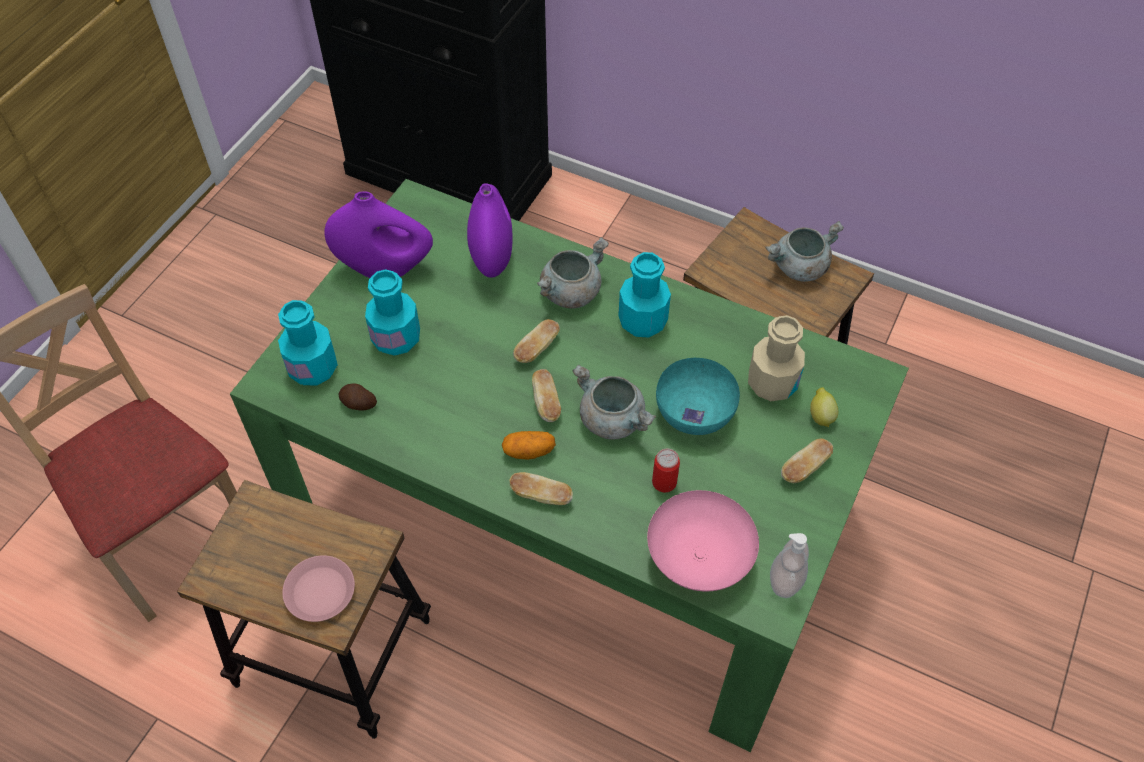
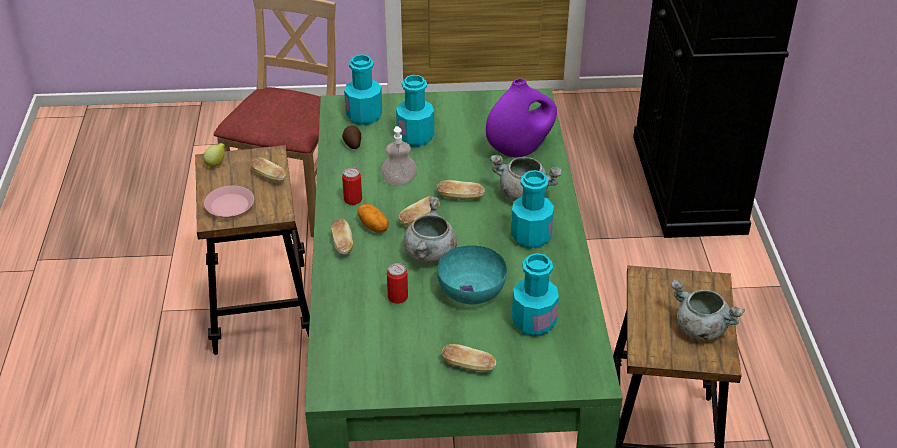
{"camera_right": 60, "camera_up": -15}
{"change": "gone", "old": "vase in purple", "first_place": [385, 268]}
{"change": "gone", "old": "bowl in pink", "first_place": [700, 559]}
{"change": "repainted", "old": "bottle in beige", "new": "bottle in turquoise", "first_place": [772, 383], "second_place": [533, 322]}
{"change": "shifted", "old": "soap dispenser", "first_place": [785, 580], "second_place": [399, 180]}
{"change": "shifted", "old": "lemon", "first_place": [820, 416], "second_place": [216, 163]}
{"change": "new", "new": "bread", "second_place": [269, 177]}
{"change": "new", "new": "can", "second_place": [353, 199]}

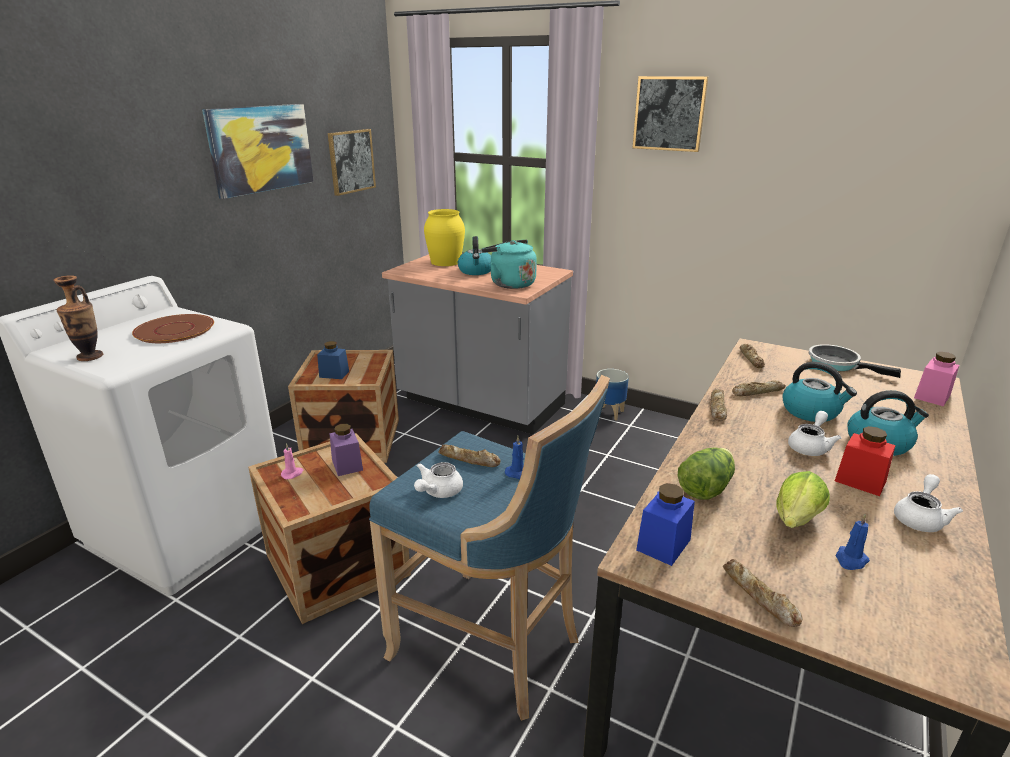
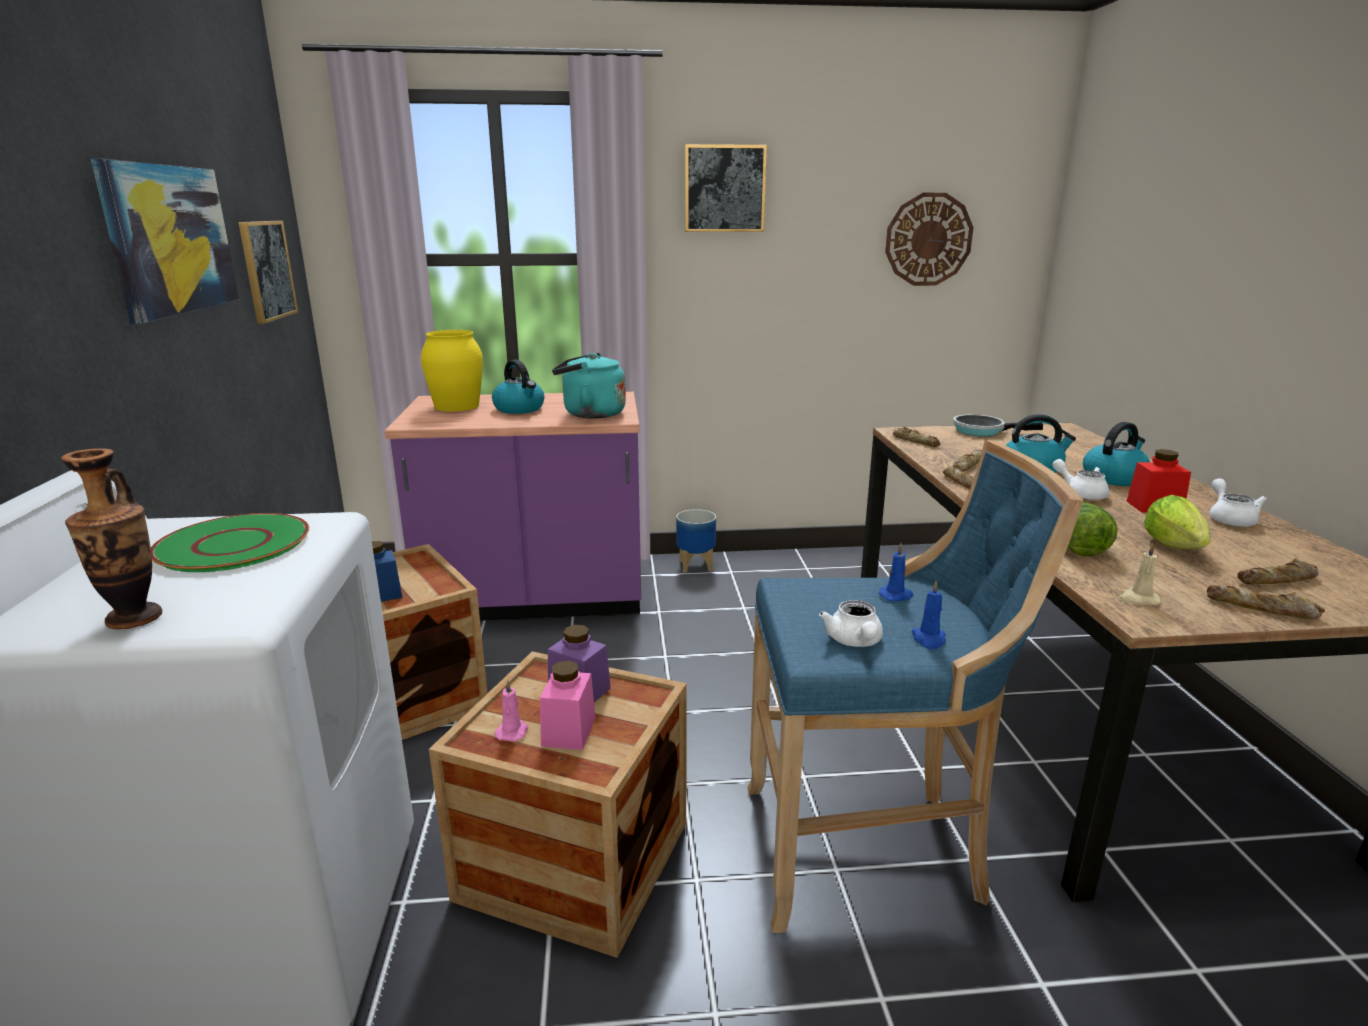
{"camera_right": -35, "camera_up": -5}
{"change": "repainted", "old": "plate in brown", "new": "plate in green", "first_place": [175, 330], "second_place": [234, 545]}
{"change": "repainted", "old": "counter in grey", "new": "counter in purple", "first_place": [480, 404], "second_place": [535, 601]}
{"change": "shifted", "old": "bread", "first_place": [469, 460], "second_place": [1278, 580]}
{"change": "swapped", "old": "jar in blue", "new": "candle in beige", "first_place": [663, 545], "second_place": [1138, 599]}
{"change": "rotated", "old": "teapot in white", "first_place": [810, 446], "second_place": [1080, 493], "degrees": -45}
{"change": "shifted", "old": "candle in blue", "first_place": [850, 560], "second_place": [929, 639]}
{"change": "shifted", "old": "jar in pink", "first_place": [932, 396], "second_place": [568, 731]}
{"change": "new", "new": "wall clock", "second_place": [928, 239]}

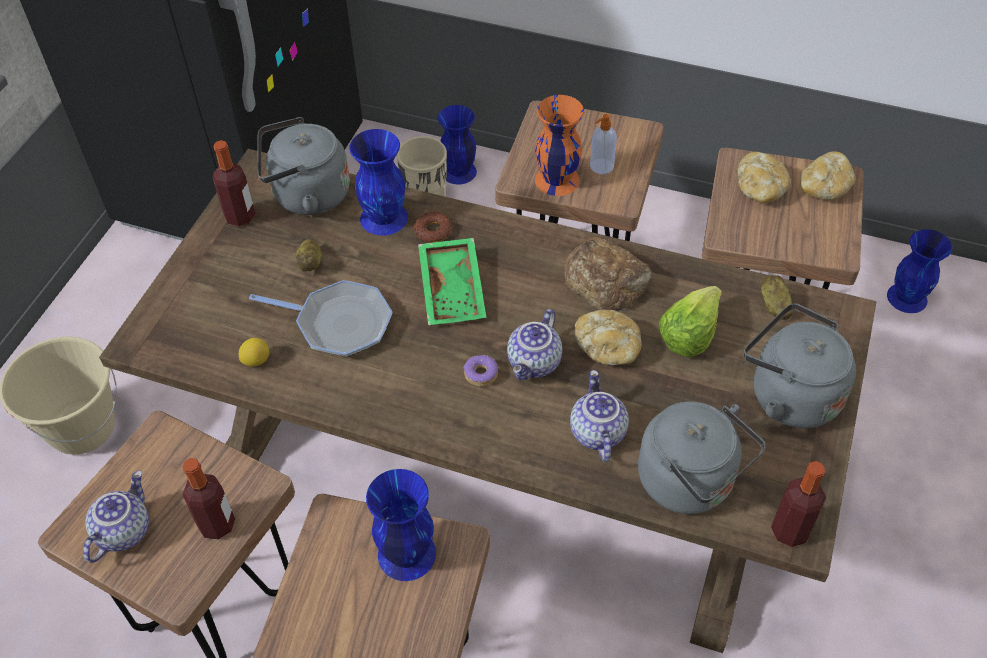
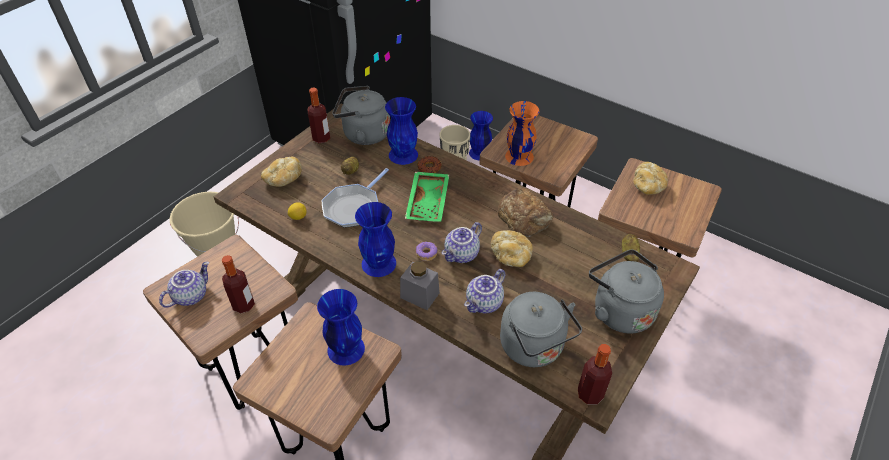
{"camera_right": 15, "camera_up": -5}
{"change": "rotated", "old": "frying pan", "first_place": [339, 324], "second_place": [353, 207], "degrees": 90}
{"change": "rotated", "old": "teapot", "first_place": [596, 432], "second_place": [484, 304], "degrees": -150}
{"change": "gone", "old": "soap dispenser", "first_place": [601, 167]}
{"change": "gone", "old": "lettuce", "first_place": [688, 334]}
{"change": "shifted", "old": "bread", "first_place": [824, 188], "second_place": [283, 179]}
{"change": "shifted", "old": "vase in blue", "first_place": [908, 298], "second_place": [379, 264]}
{"change": "new", "new": "jar in grey", "second_place": [420, 295]}

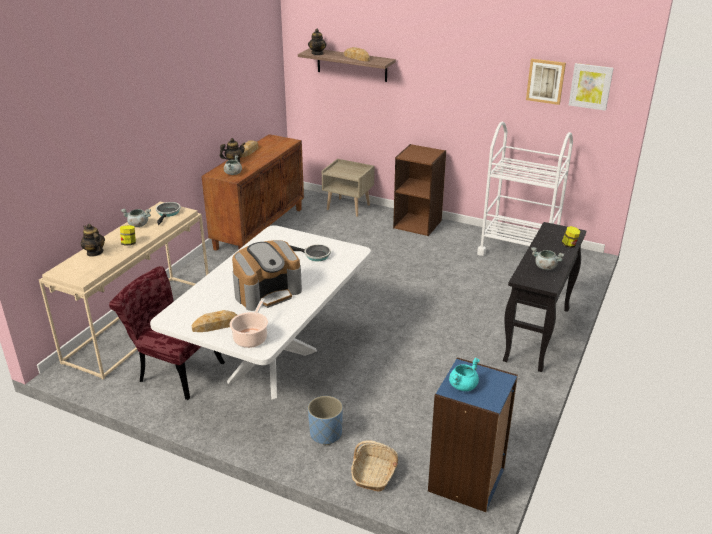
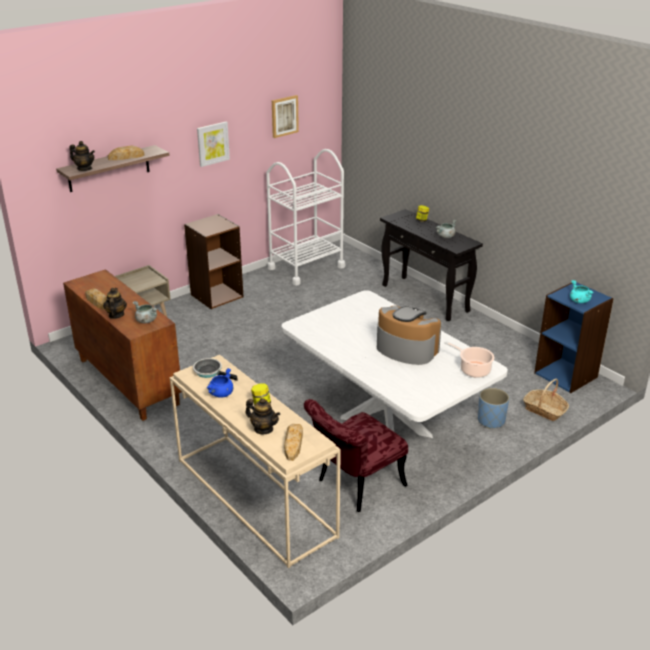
{"camera_right": -65, "camera_up": 0}
{"change": "rotated", "old": "teapot", "first_place": [94, 252], "second_place": [263, 429], "degrees": -135}
{"change": "repainted", "old": "cooking pot in grey", "new": "cooking pot in blue", "first_place": [138, 225], "second_place": [221, 394]}
{"change": "shifted", "old": "bread", "first_place": [216, 325], "second_place": [293, 444]}
{"change": "rotated", "old": "coffee machine", "first_place": [267, 292], "second_place": [406, 349], "degrees": -45}
{"change": "gone", "old": "frying pan", "first_place": [315, 255]}
{"change": "shifted", "old": "picture", "first_place": [590, 86], "second_place": [212, 143]}

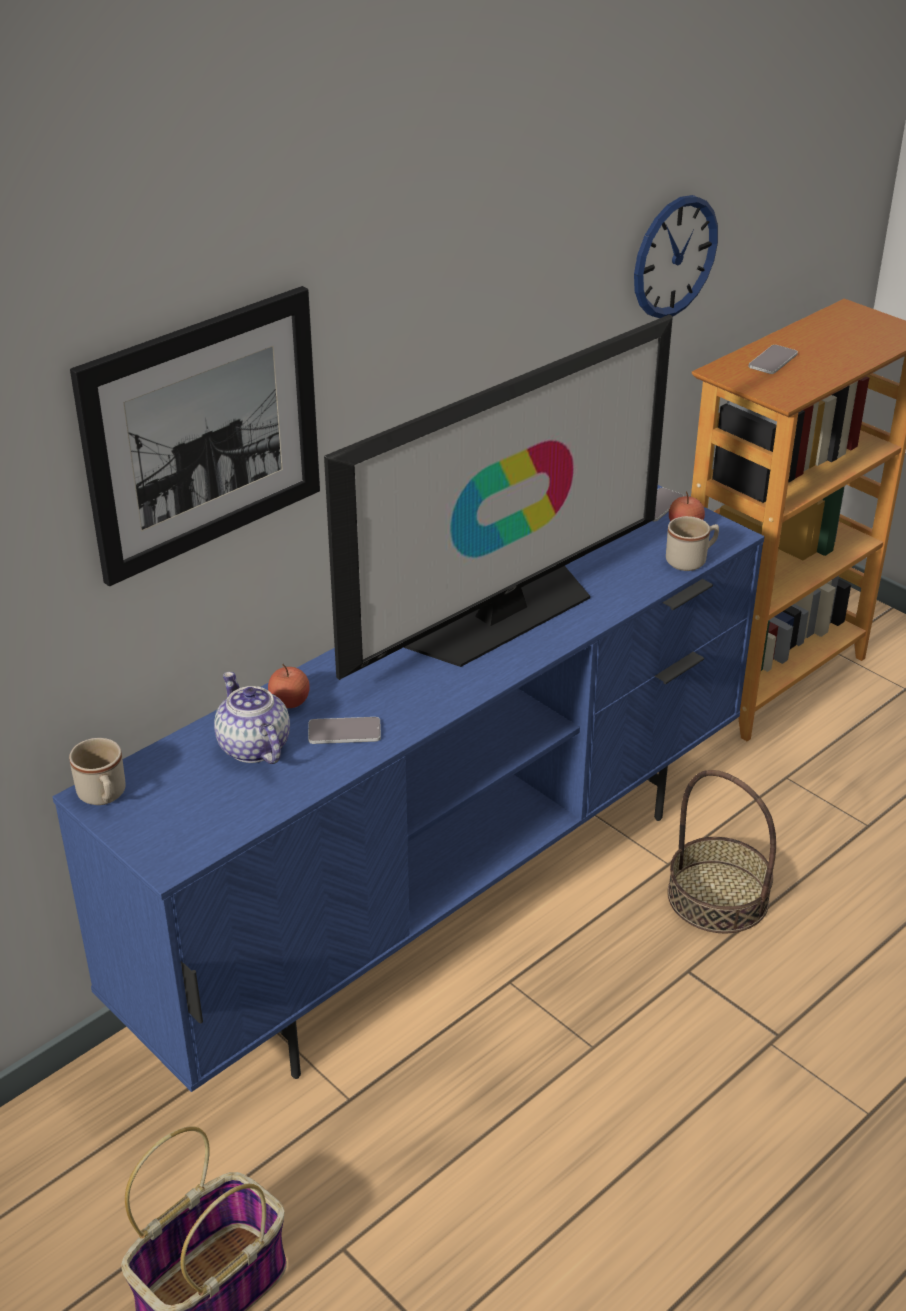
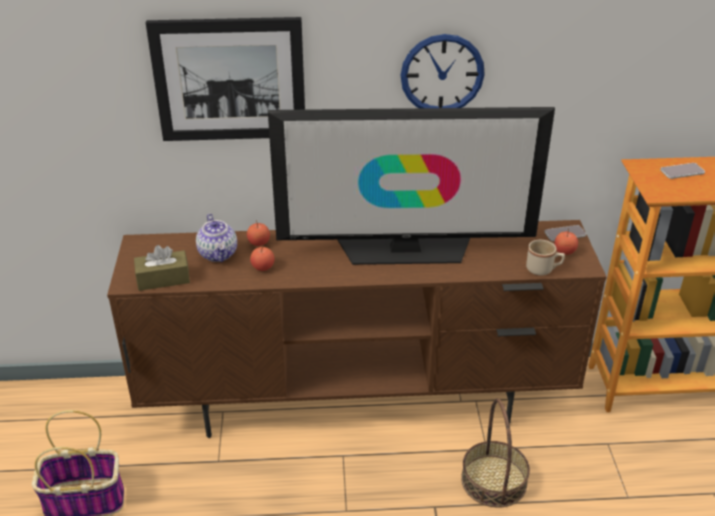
{"camera_right": 40, "camera_up": 0}
{"change": "repainted", "old": "tv stand in blue", "new": "tv stand in brown", "first_place": [451, 900], "second_place": [359, 402]}
{"change": "gone", "old": "mug in beige", "first_place": [103, 797]}
{"change": "rotated", "old": "teapot", "first_place": [252, 747], "second_place": [218, 254], "degrees": 150}
{"change": "swapped", "old": "phone", "new": "apple", "first_place": [344, 732], "second_place": [263, 267]}
{"change": "shifted", "old": "wall clock", "first_place": [674, 257], "second_place": [442, 74]}
{"change": "new", "new": "tissue box in brown", "second_place": [163, 279]}

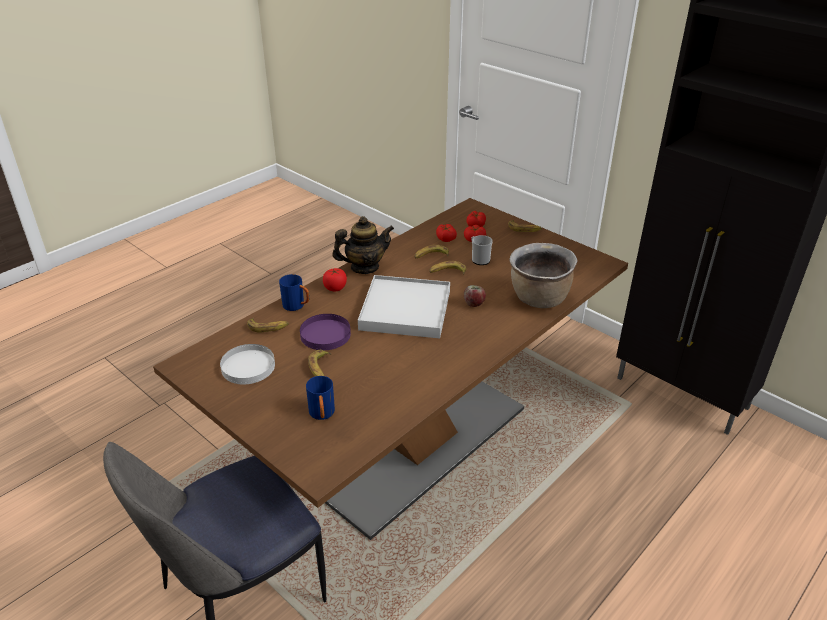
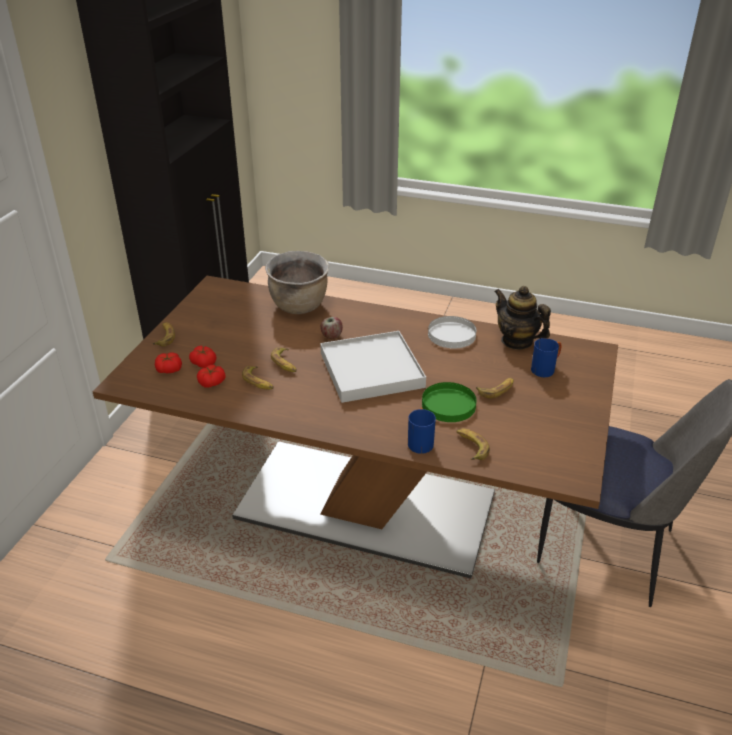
{"camera_right": -115, "camera_up": 0}
{"change": "shifted", "old": "plate in white", "first_place": [248, 366], "second_place": [451, 334]}
{"change": "repainted", "old": "plate in purple", "new": "plate in green", "first_place": [325, 334], "second_place": [449, 405]}
{"change": "gone", "old": "tomato", "first_place": [335, 288]}
{"change": "shifted", "old": "teapot", "first_place": [364, 267], "second_place": [517, 341]}
{"change": "gone", "old": "mug", "first_place": [479, 259]}

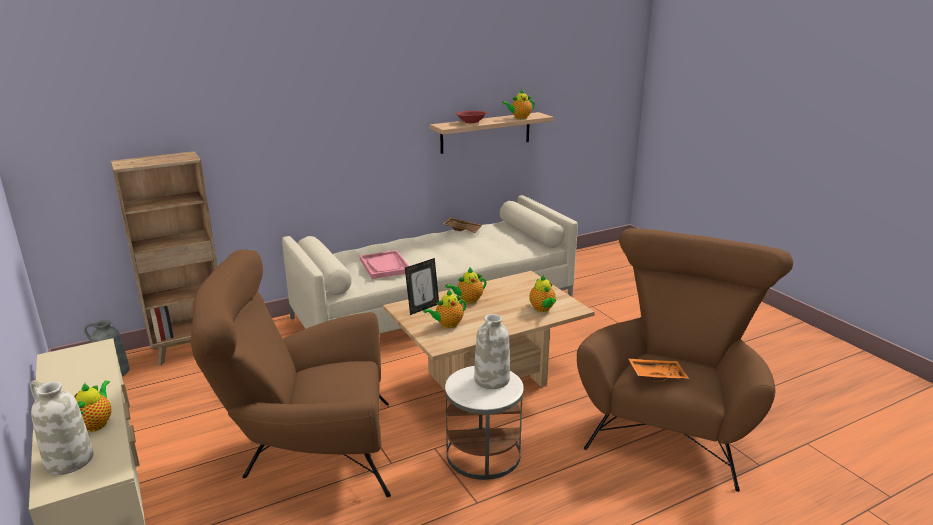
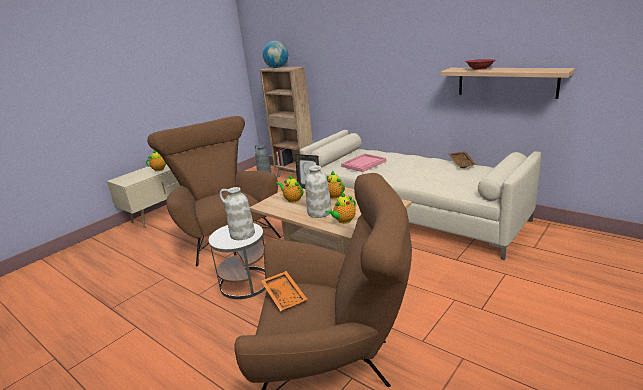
{"camera_right": 70, "camera_up": 0}
{"change": "shifted", "old": "vase in white", "first_place": [68, 460], "second_place": [319, 212]}
{"change": "gone", "old": "teapot", "first_place": [519, 117]}
{"change": "new", "new": "globe", "second_place": [277, 67]}

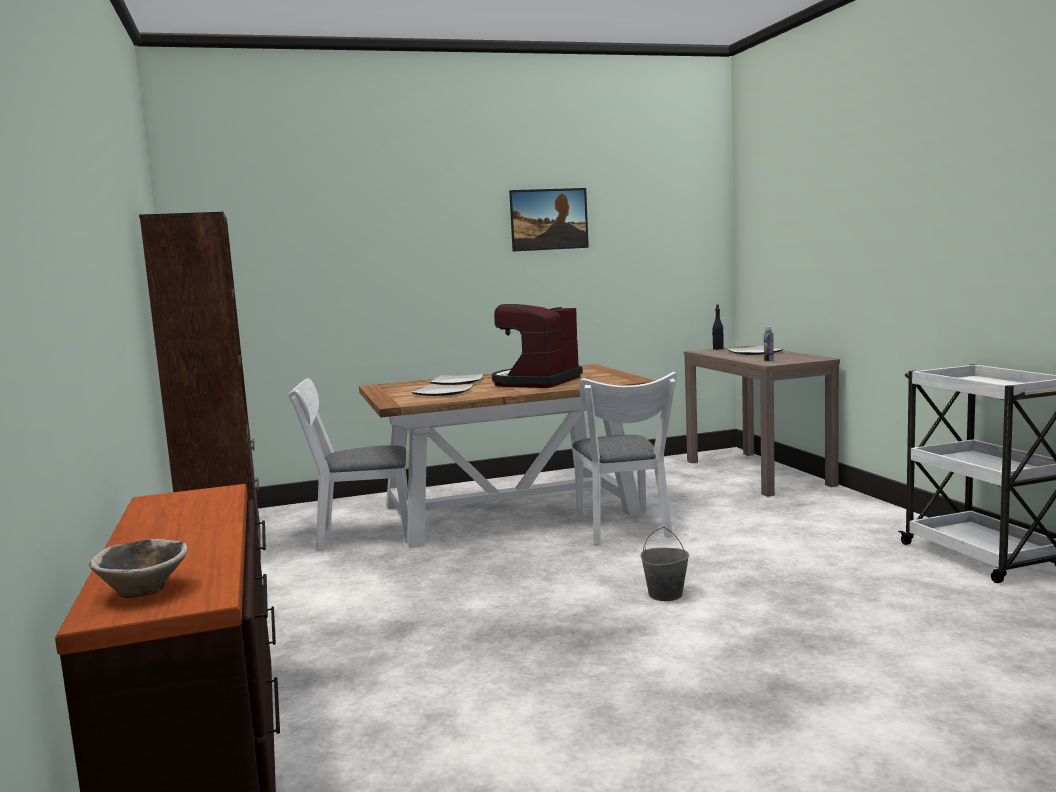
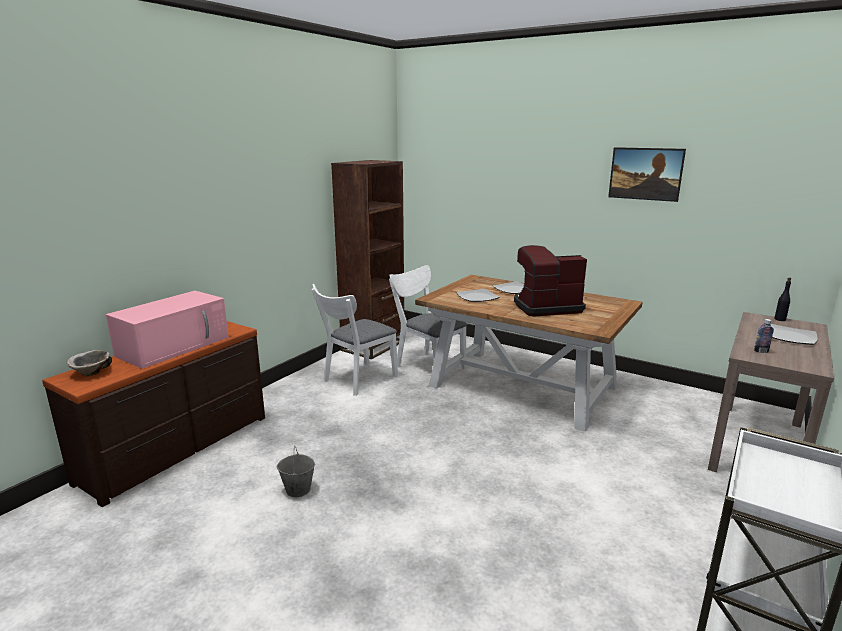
{"camera_right": 50, "camera_up": 10}
{"change": "shifted", "old": "chair in white", "first_place": [623, 529], "second_place": [356, 380]}
{"change": "shifted", "old": "bucket in grey", "first_place": [665, 595], "second_place": [297, 490]}
{"change": "new", "new": "microwave in pink", "second_place": [175, 346]}

